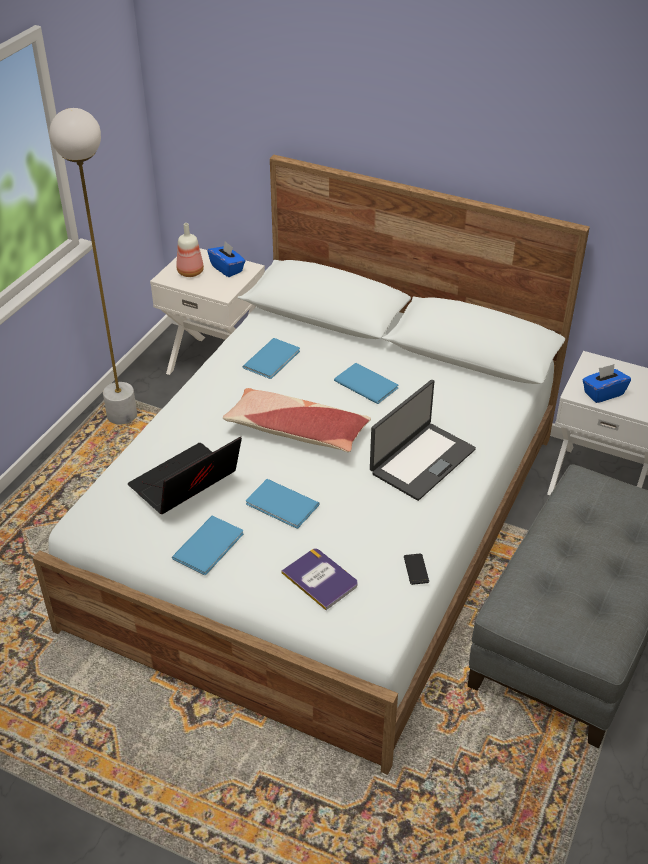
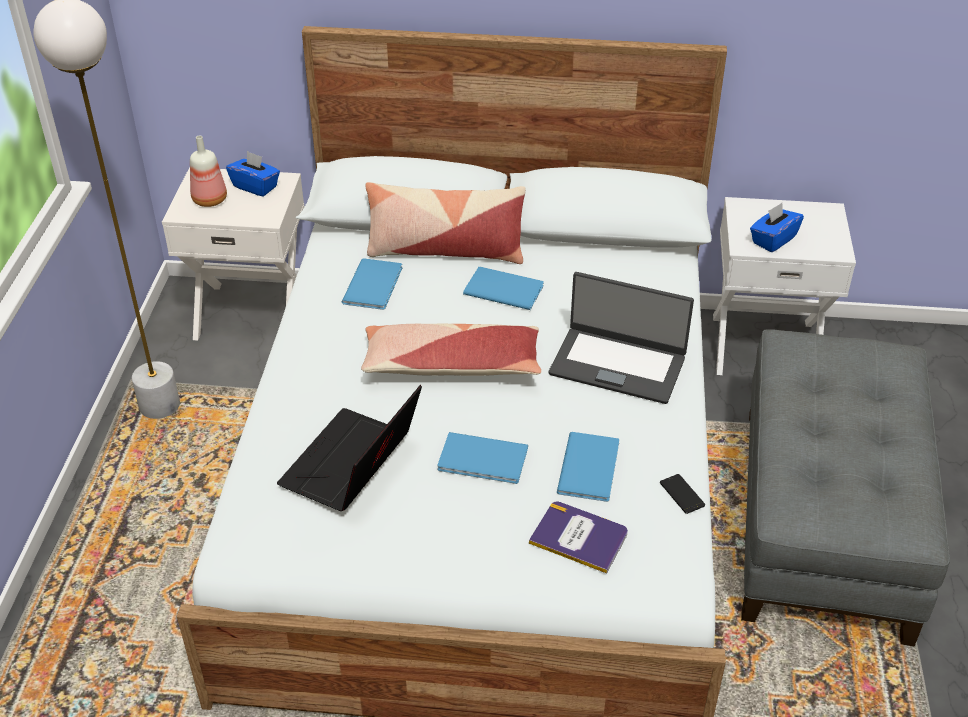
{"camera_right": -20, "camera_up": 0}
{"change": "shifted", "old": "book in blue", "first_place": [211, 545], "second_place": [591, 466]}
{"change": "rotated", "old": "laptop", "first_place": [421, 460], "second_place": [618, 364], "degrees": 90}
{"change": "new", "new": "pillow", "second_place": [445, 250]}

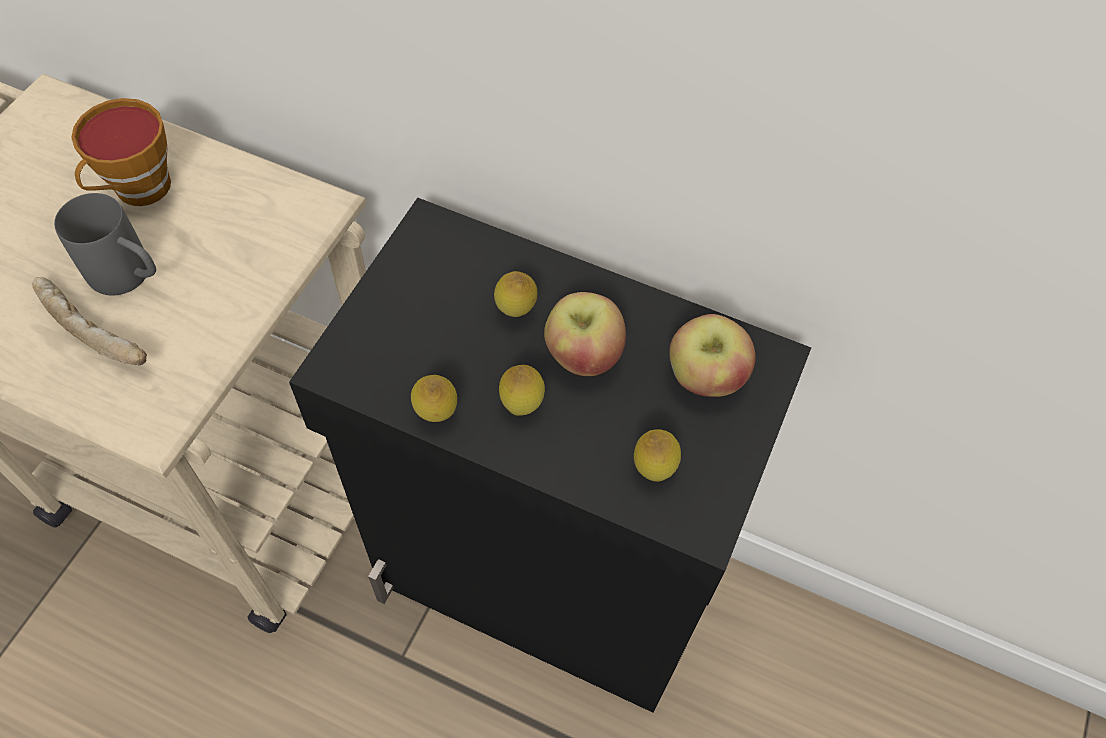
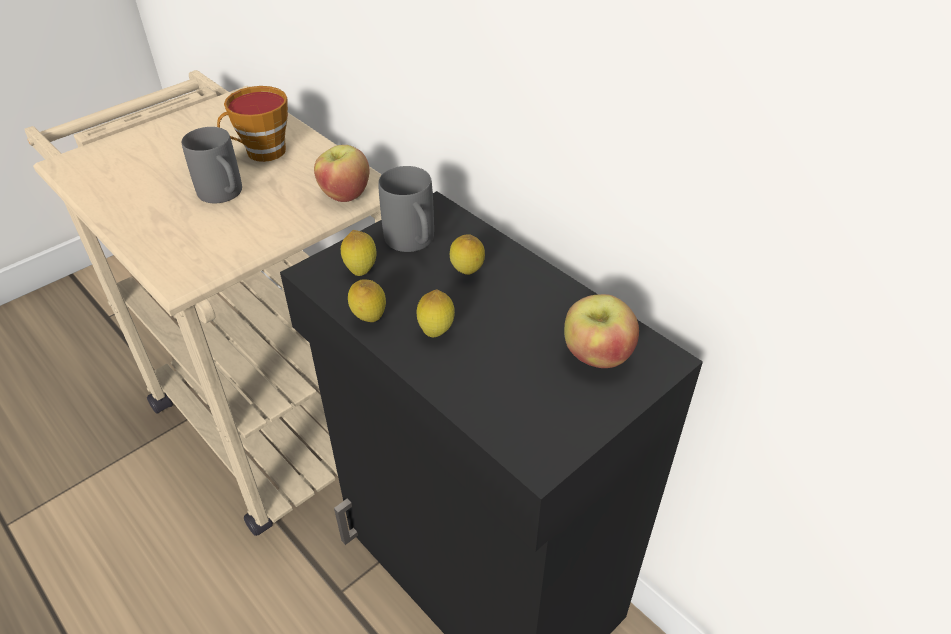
{"camera_right": 25, "camera_up": -15}
{"change": "gone", "old": "bread", "first_place": [94, 330]}
{"change": "shifted", "old": "apple", "first_place": [582, 355], "second_place": [344, 194]}
{"change": "shifted", "old": "lemon", "first_place": [653, 470], "second_place": [361, 271]}
{"change": "new", "new": "mug in grey", "second_place": [413, 244]}

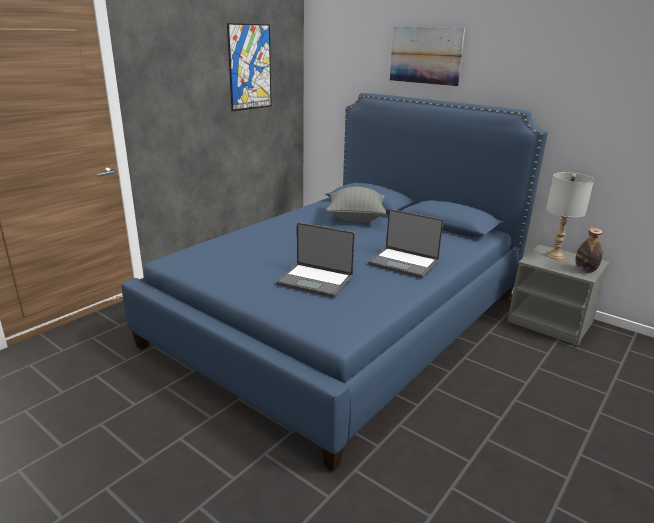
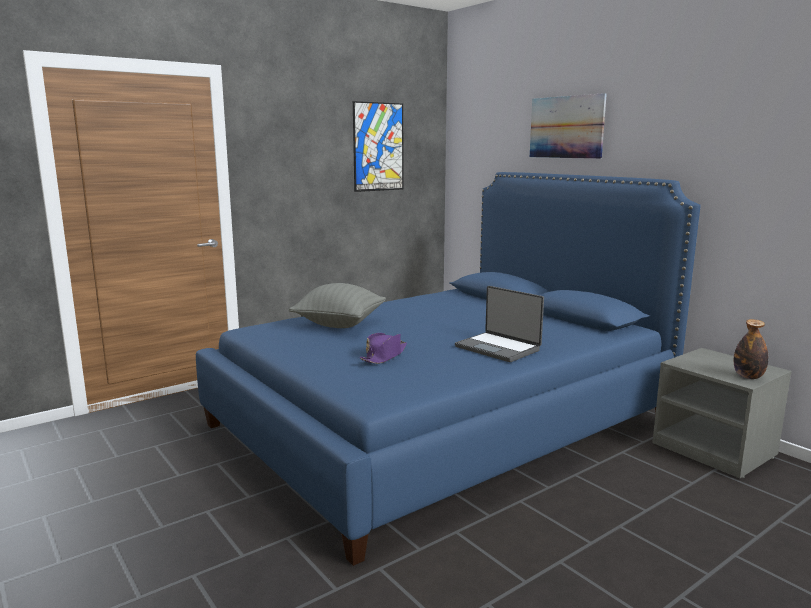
{"camera_right": 15, "camera_up": -10}
{"change": "swapped", "old": "laptop", "new": "hat in purple", "first_place": [316, 281], "second_place": [384, 356]}
{"change": "shifted", "old": "pillow in grey", "first_place": [356, 218], "second_place": [339, 324]}
{"change": "gone", "old": "table lamp in grey", "first_place": [555, 256]}

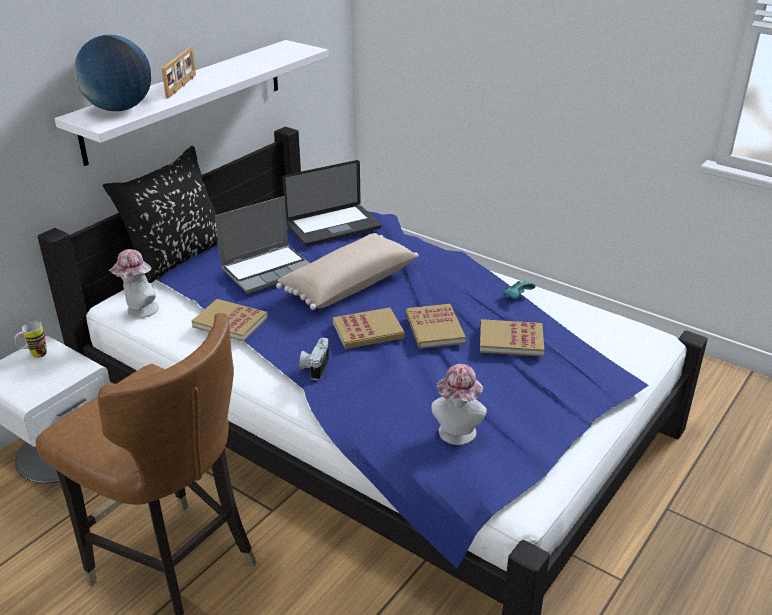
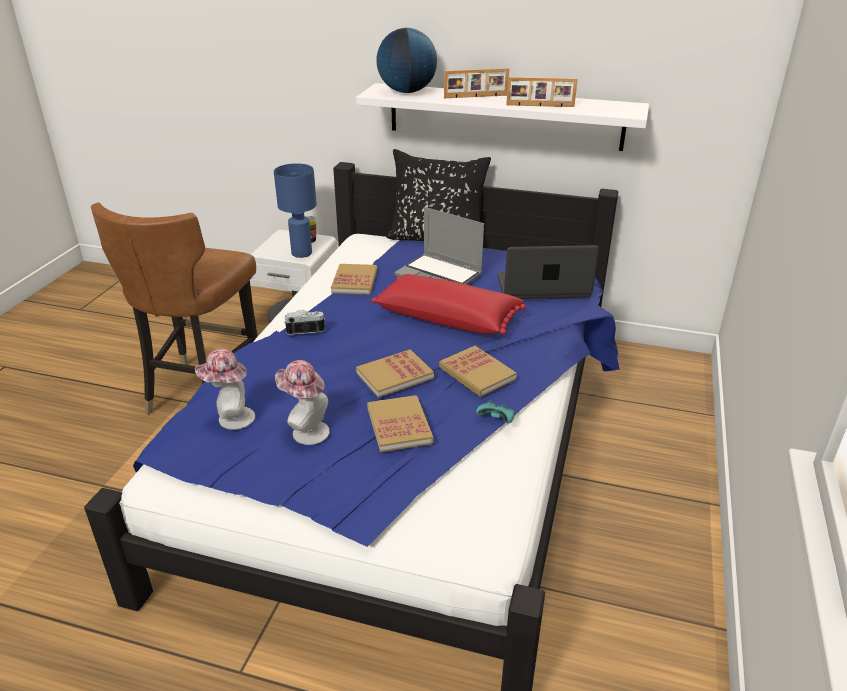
{"camera_right": 70, "camera_up": 0}
{"change": "shifted", "old": "hat", "first_place": [139, 311], "second_place": [306, 431]}
{"change": "repainted", "old": "pillow in beige", "new": "pillow in red", "first_place": [348, 284], "second_place": [448, 318]}
{"change": "rotated", "old": "laptop", "first_place": [333, 227], "second_place": [543, 287], "degrees": 135}
{"change": "shifted", "old": "book", "first_place": [368, 331], "second_place": [477, 373]}
{"change": "new", "new": "table lamp in blue", "second_place": [301, 253]}
{"change": "new", "new": "picture frame", "second_place": [540, 106]}

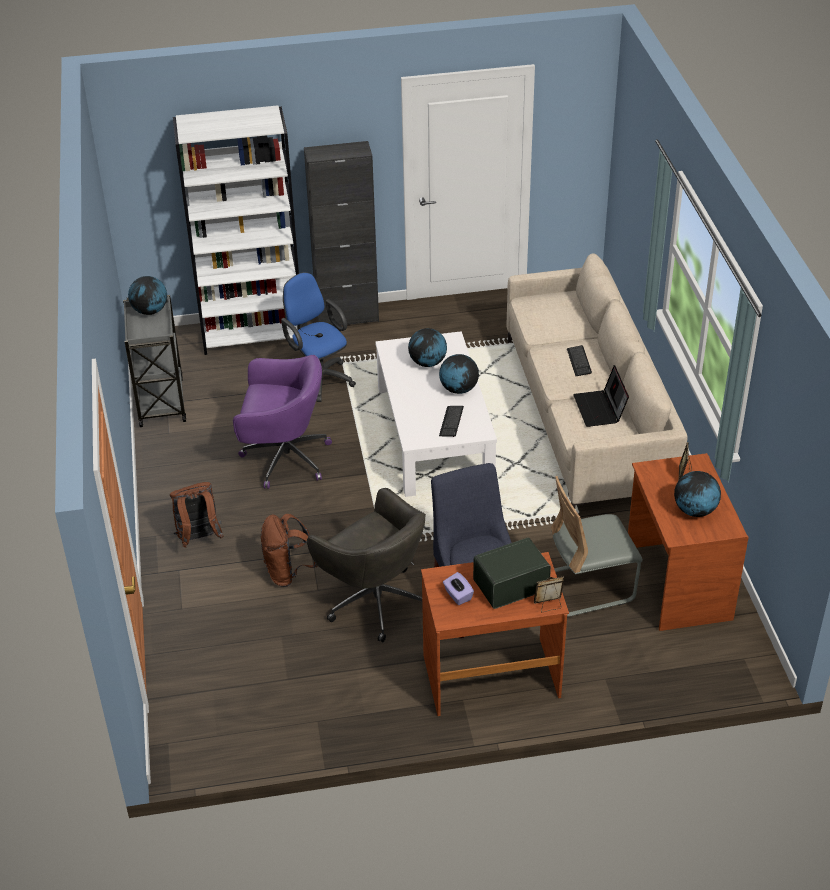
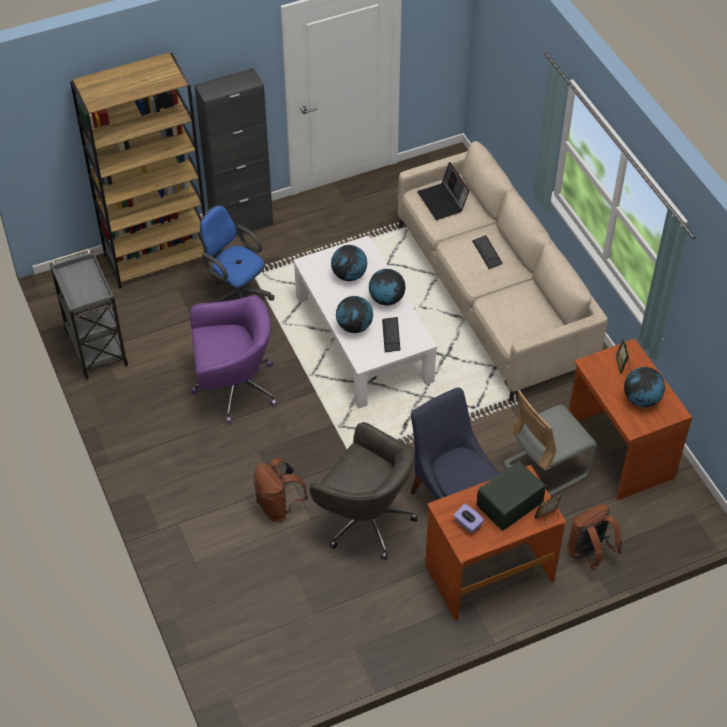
{"camera_right": -15, "camera_up": 10}
{"change": "shifted", "old": "globe", "first_place": [150, 311], "second_place": [354, 326]}
{"change": "shifted", "old": "backpack in brown", "first_place": [199, 539], "second_place": [589, 553]}
{"change": "repainted", "old": "bookcase in white", "new": "bookcase in brown", "first_place": [253, 333], "second_place": [158, 257]}
{"change": "shifted", "old": "laptop", "first_place": [600, 409], "second_place": [443, 202]}

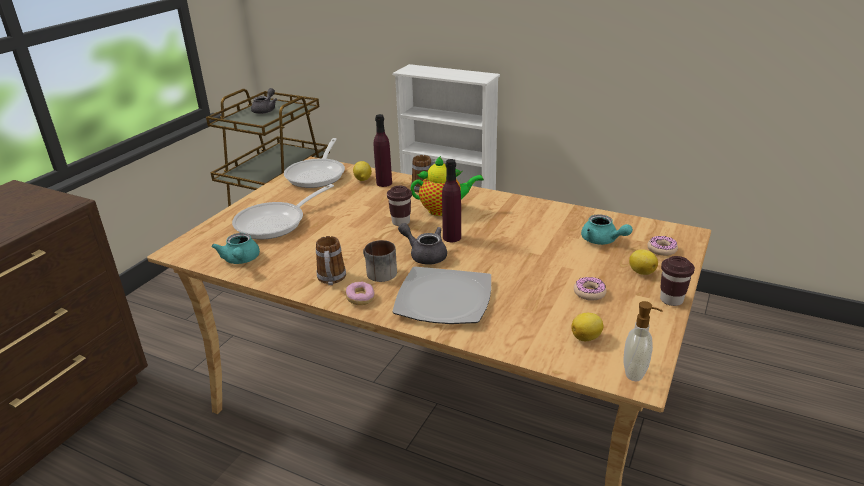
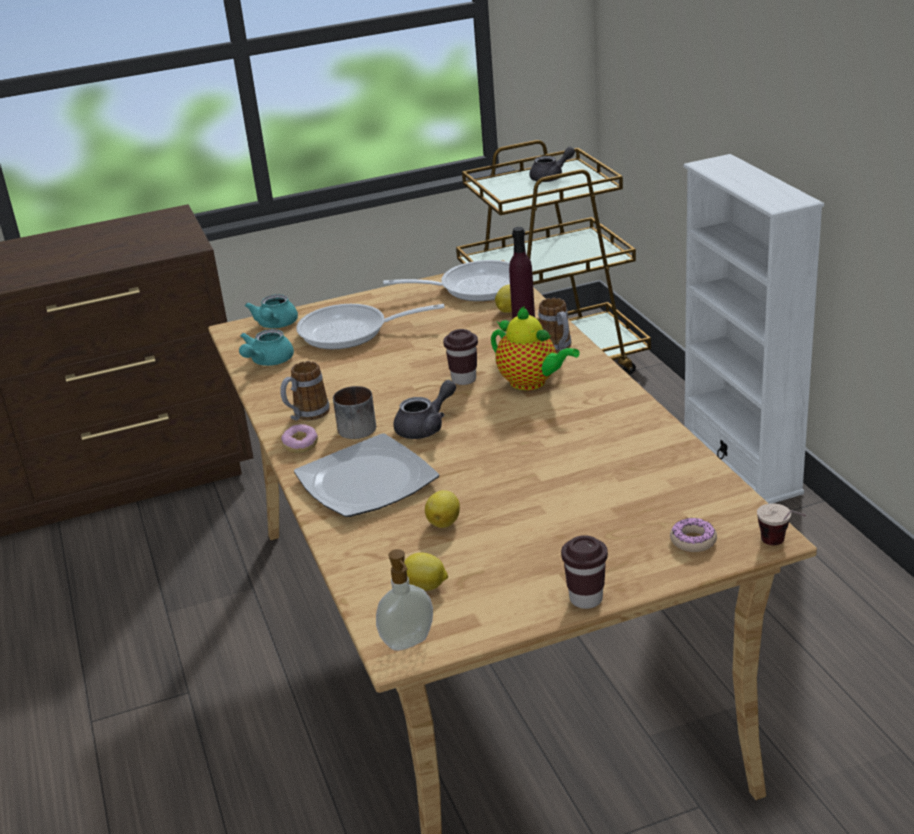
{"camera_right": 45, "camera_up": 0}
{"change": "rotated", "old": "frying pan", "first_place": [318, 174], "second_place": [474, 287], "degrees": -150}
{"change": "rotated", "old": "teapot in grey", "first_place": [425, 255], "second_place": [426, 427], "degrees": 60}
{"change": "gone", "old": "bottle in purple", "first_place": [452, 237]}
{"change": "gone", "old": "donut", "first_place": [589, 293]}
{"change": "shifted", "old": "teapot in turquoise", "first_place": [602, 241], "second_place": [275, 325]}
{"change": "shifted", "old": "lemon", "first_place": [641, 271], "second_place": [444, 522]}
{"change": "new", "new": "cup", "second_place": [781, 546]}

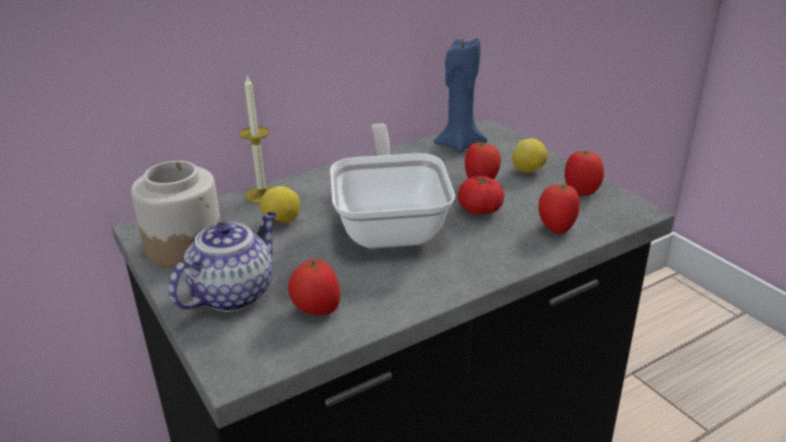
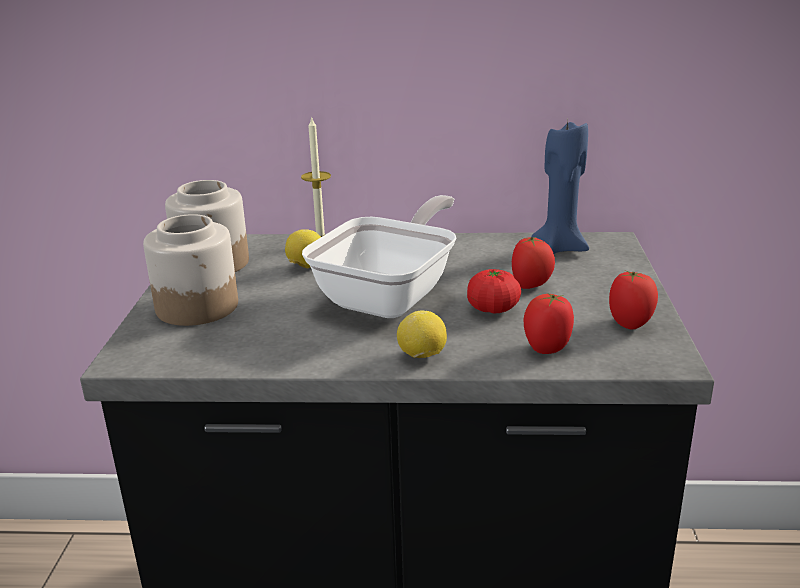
{"camera_right": 35, "camera_up": -5}
{"change": "swapped", "old": "teapot", "new": "jar", "first_place": [233, 293], "second_place": [198, 306]}
{"change": "gone", "old": "tomato", "first_place": [316, 311]}
{"change": "shifted", "old": "lemon", "first_place": [528, 171], "second_place": [422, 356]}

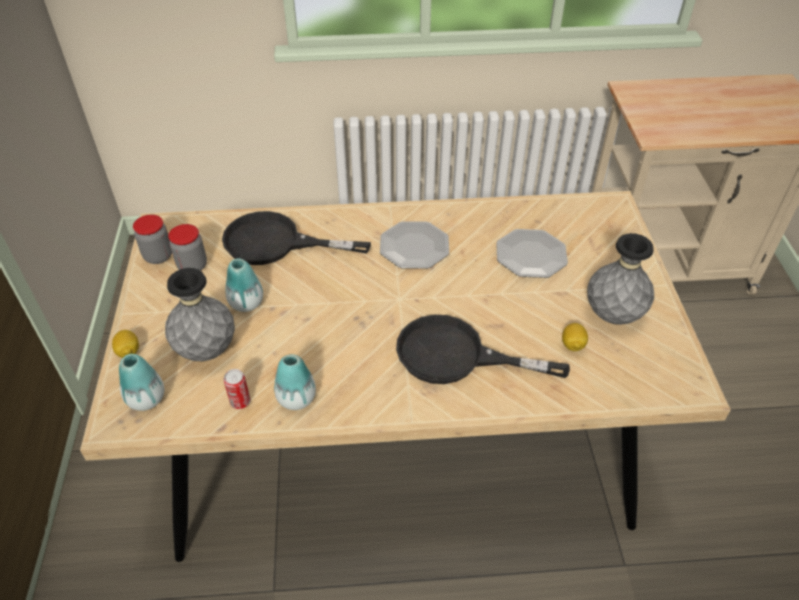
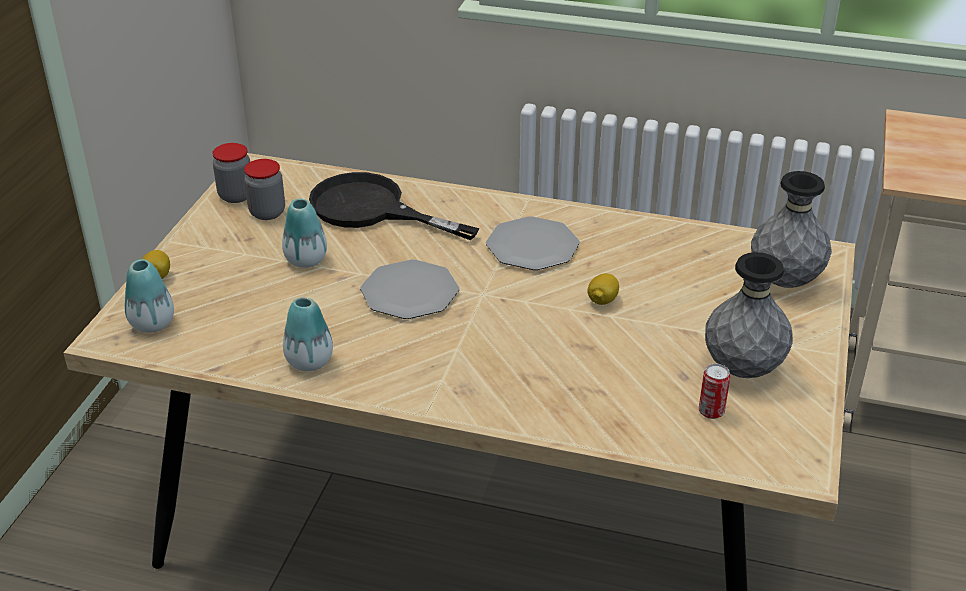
{"camera_right": 20, "camera_up": -10}
{"change": "shifted", "old": "vase in grey", "first_place": [206, 350], "second_place": [784, 281]}
{"change": "shifted", "old": "can", "first_place": [240, 402], "second_place": [711, 412]}
{"change": "gone", "old": "frying pan in black", "first_place": [456, 356]}
{"change": "shifted", "old": "plate", "first_place": [531, 255], "second_place": [410, 292]}
{"change": "shifted", "old": "lemon", "first_place": [572, 345], "second_place": [602, 300]}

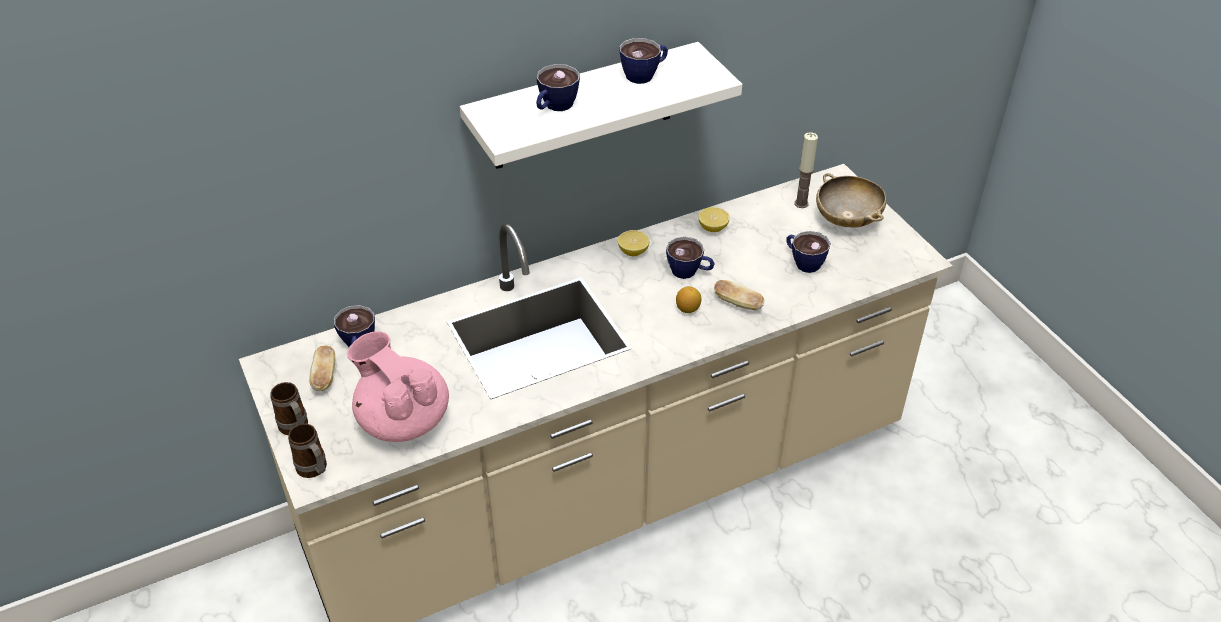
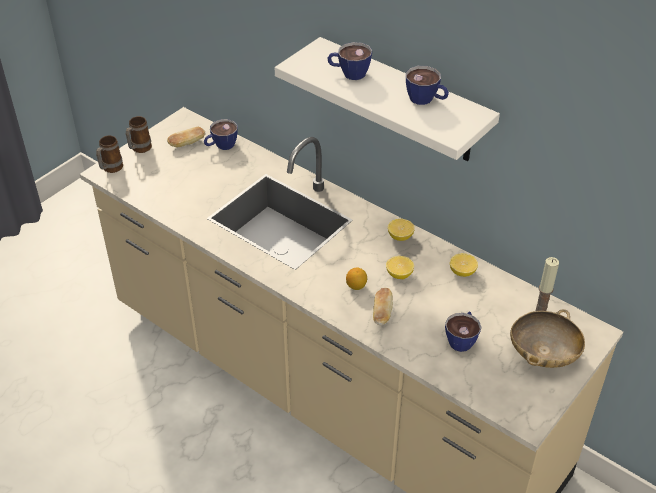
{"camera_right": 65, "camera_up": 0}
{"change": "gone", "old": "teapot in pink", "first_place": [403, 419]}
{"change": "swapped", "old": "cup", "new": "lemon", "first_place": [689, 272], "second_place": [399, 274]}

